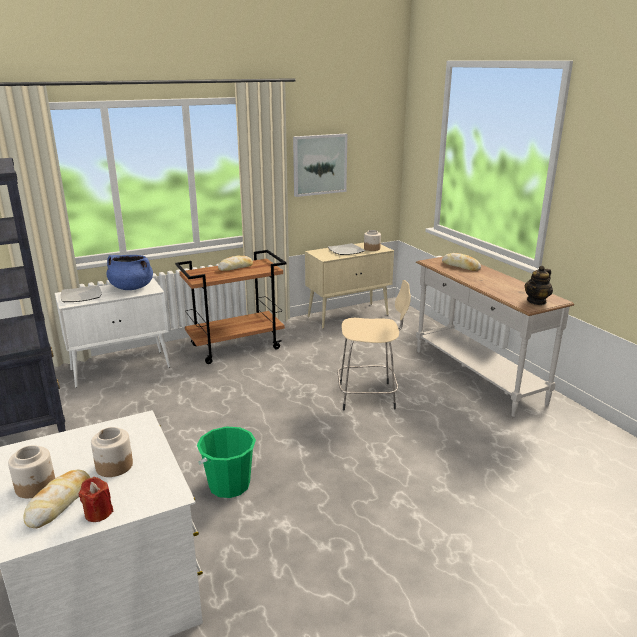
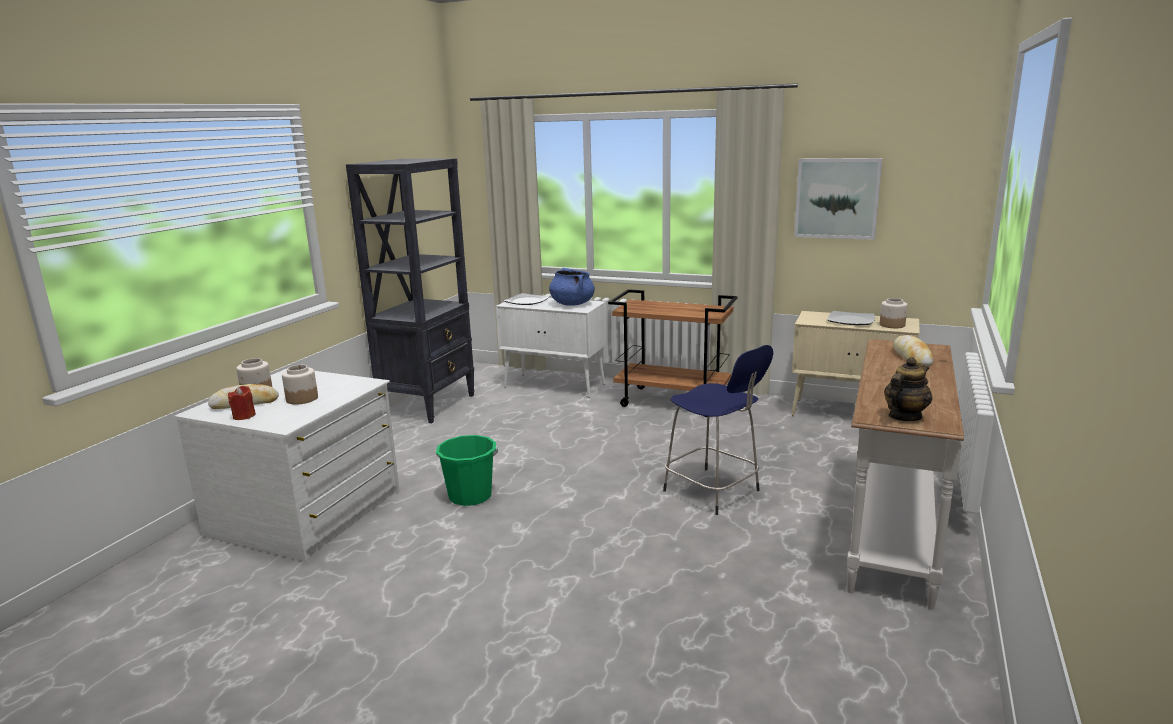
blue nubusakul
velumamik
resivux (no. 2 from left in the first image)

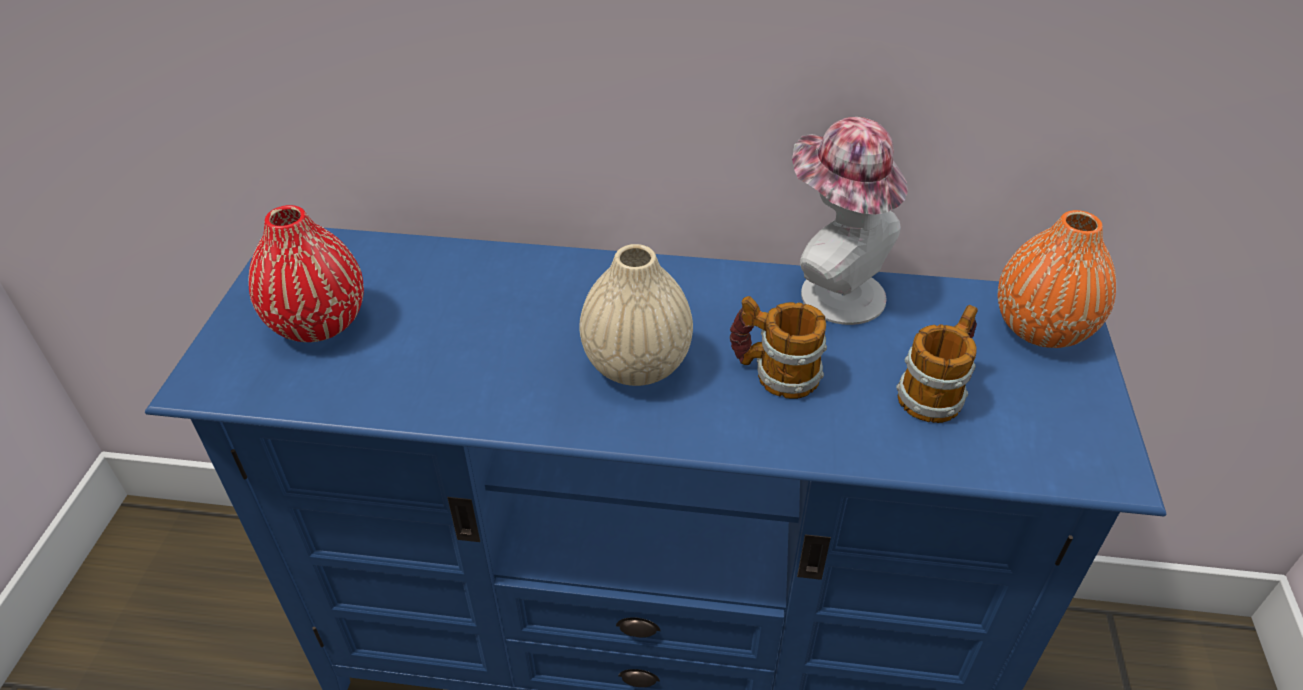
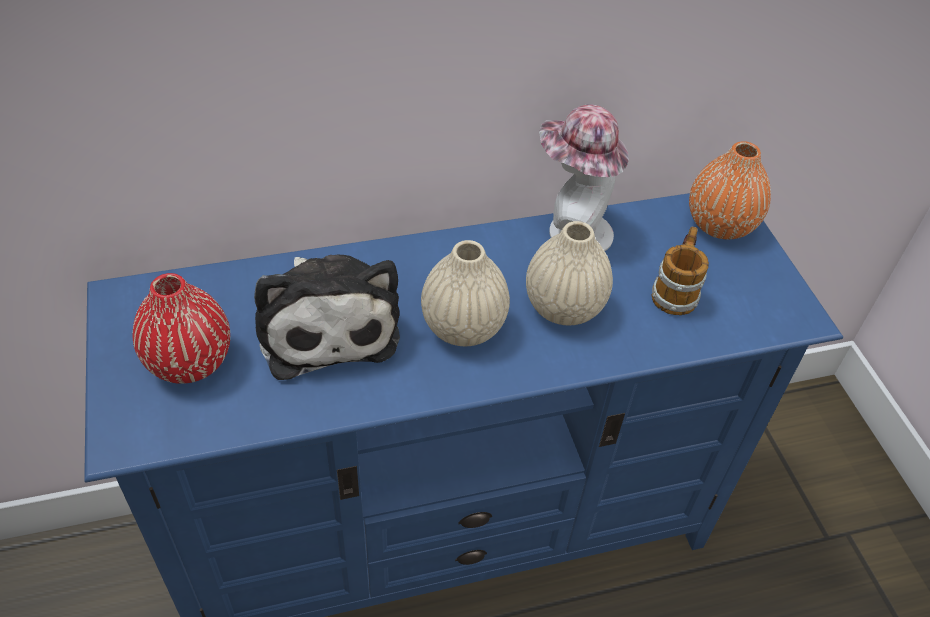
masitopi
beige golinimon (no. 2 from left)

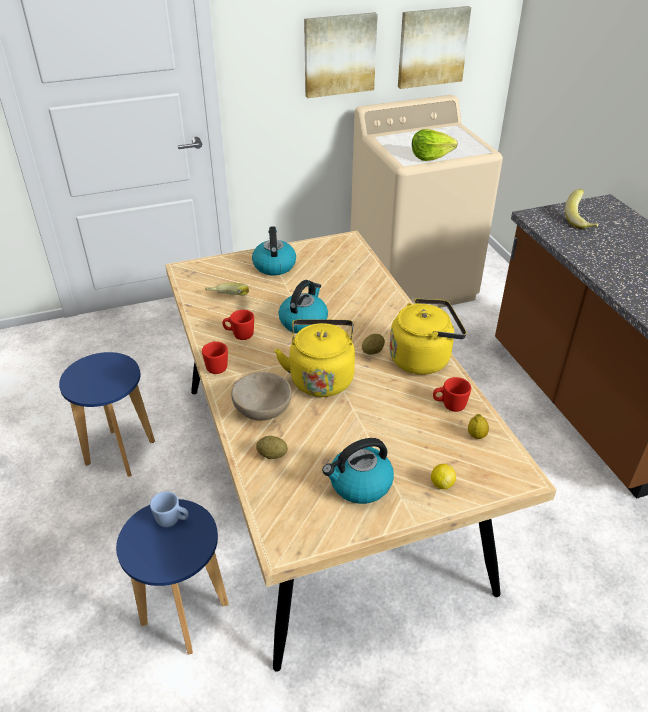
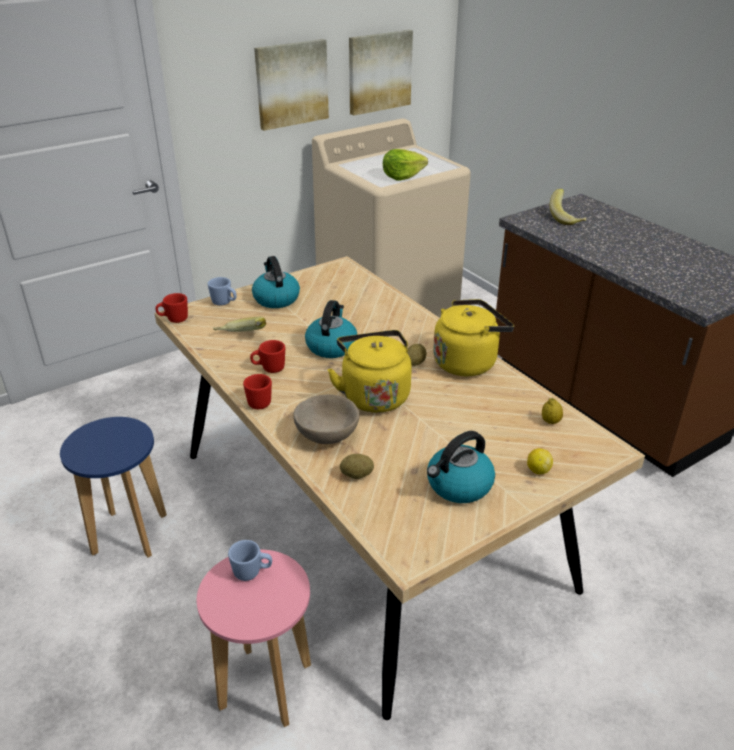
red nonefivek (no. 1 from left)
pink nubusakul
blue nonefivek (no. 1 from left)

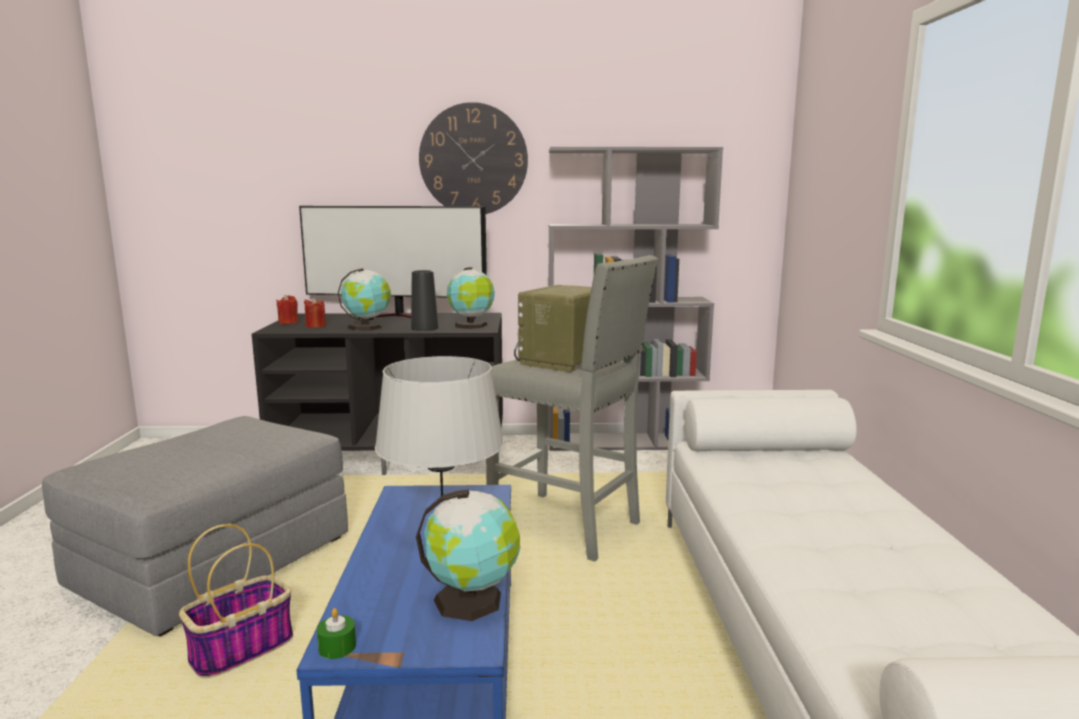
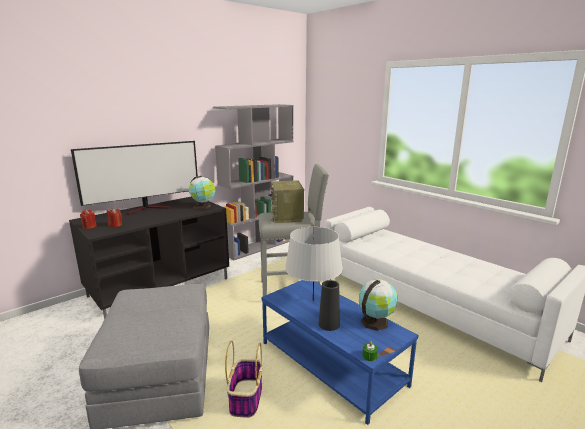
black golinimon
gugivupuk (no. 1 from left in the first image)
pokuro

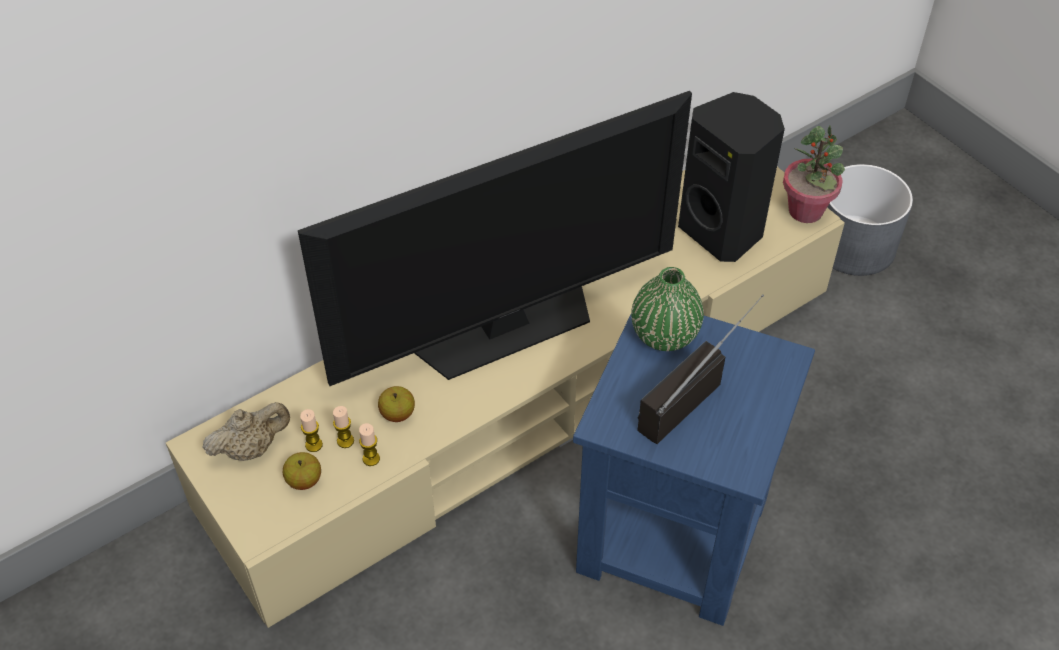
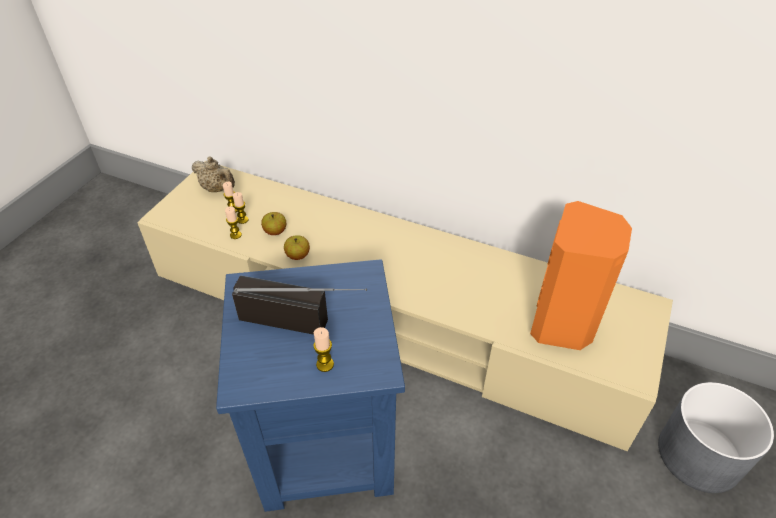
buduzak (no. 2 from left)
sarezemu (no. 4 from left)
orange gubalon
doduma
green golinimon
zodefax

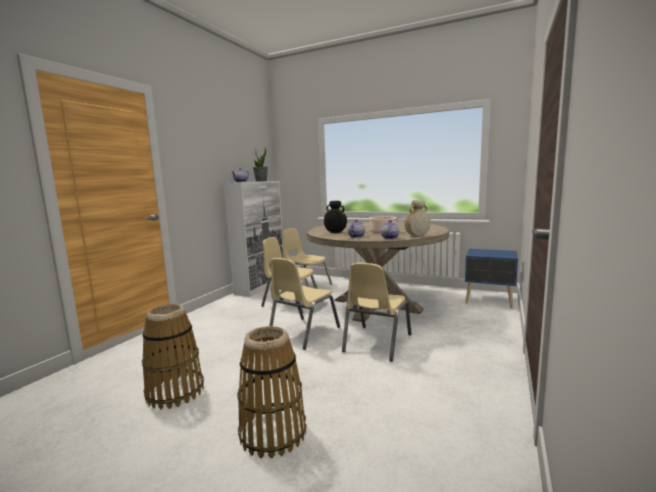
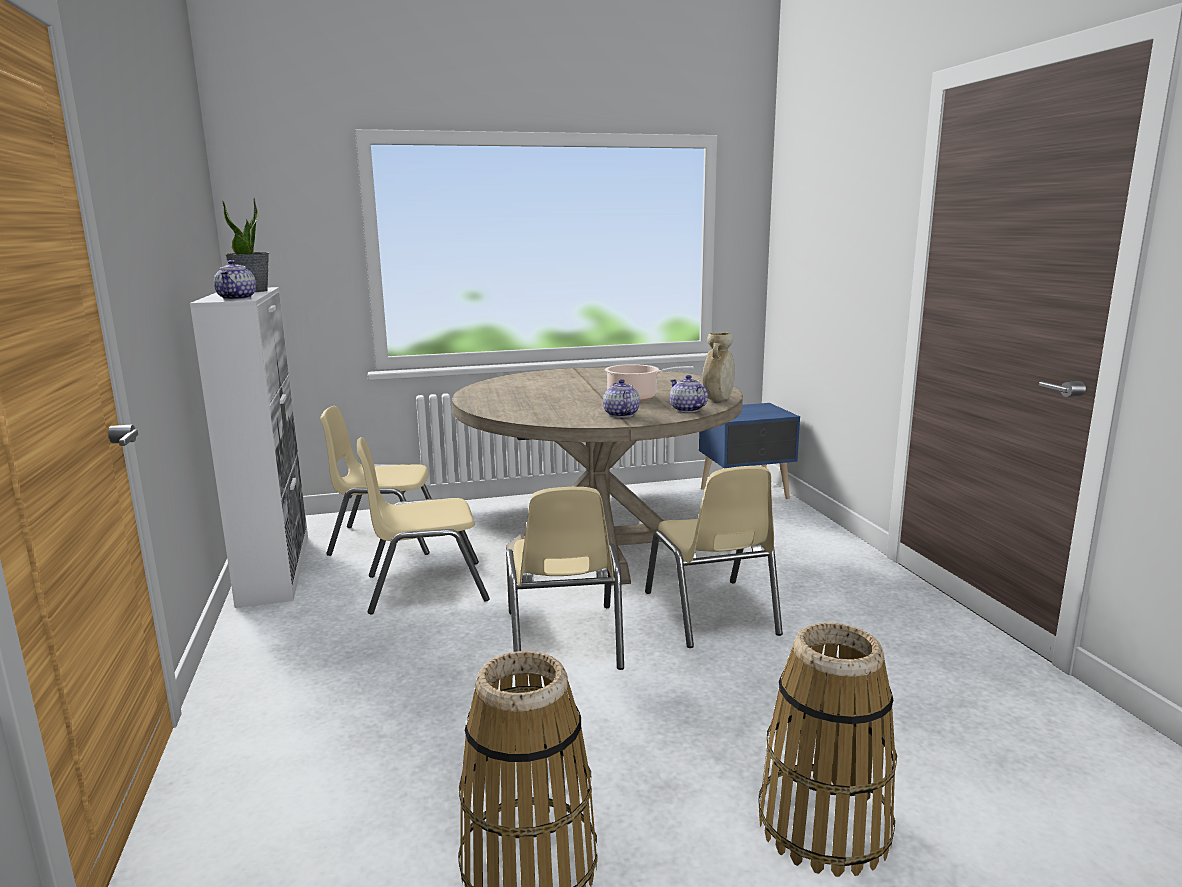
black golinimon

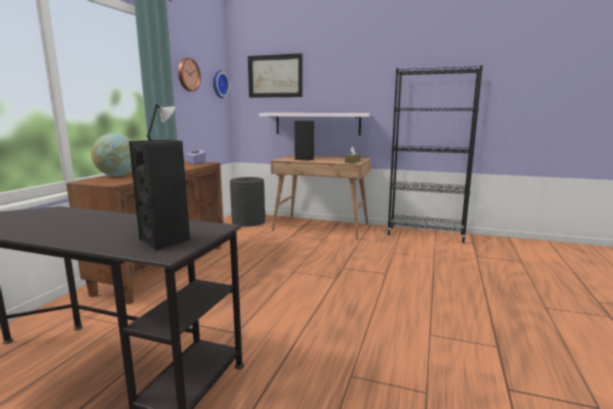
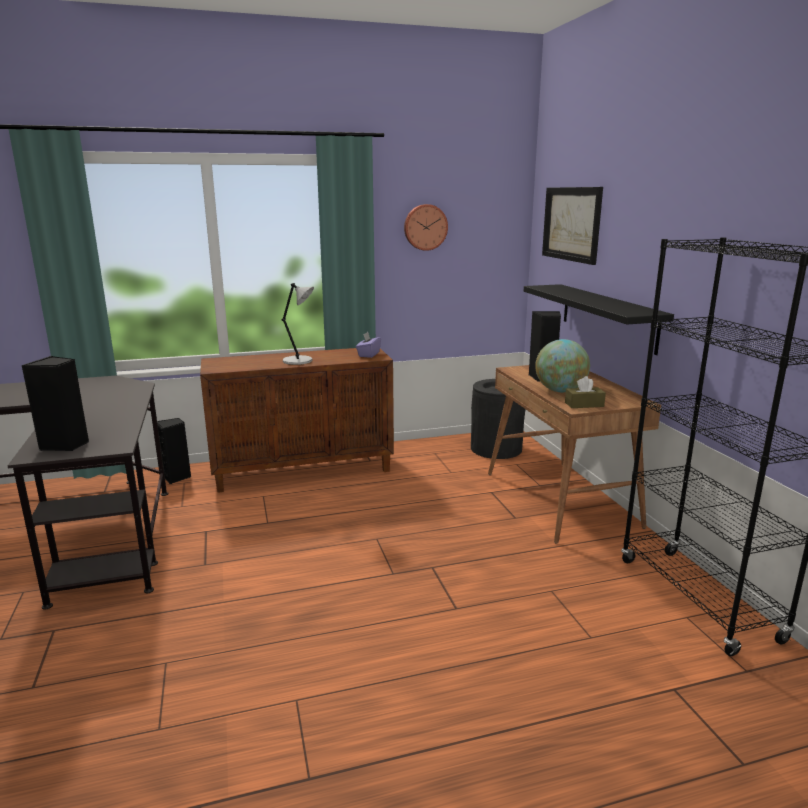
black gubalon (no. 2 from left)
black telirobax
gugivupuk
pokuro (no. 2 from left in the first image)

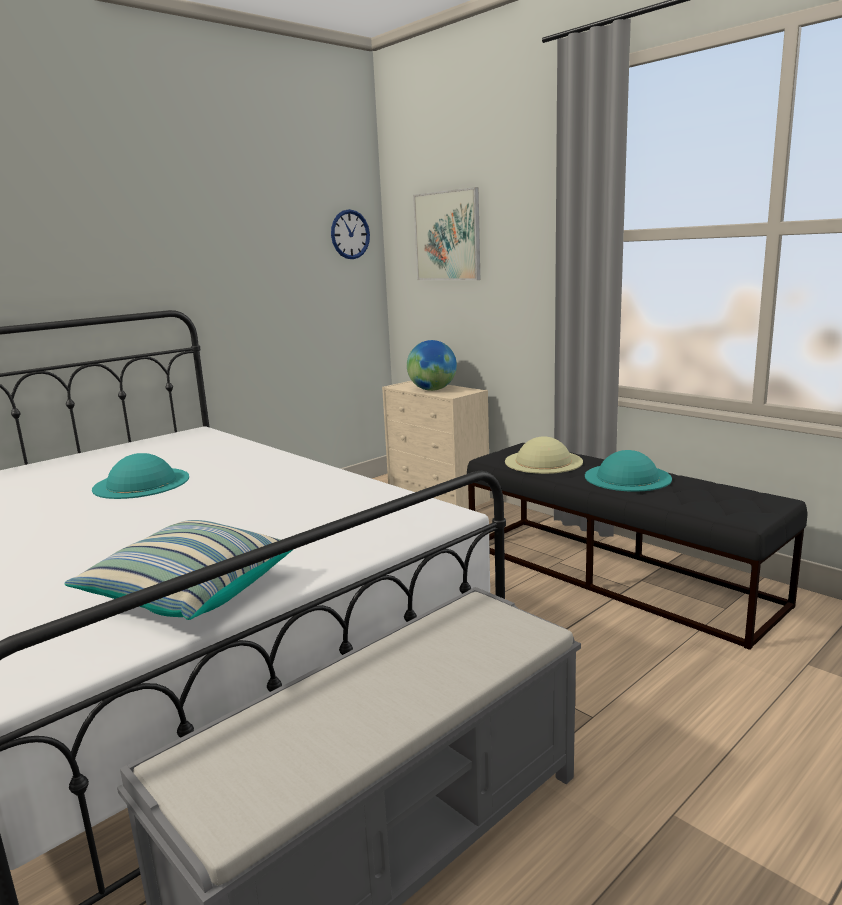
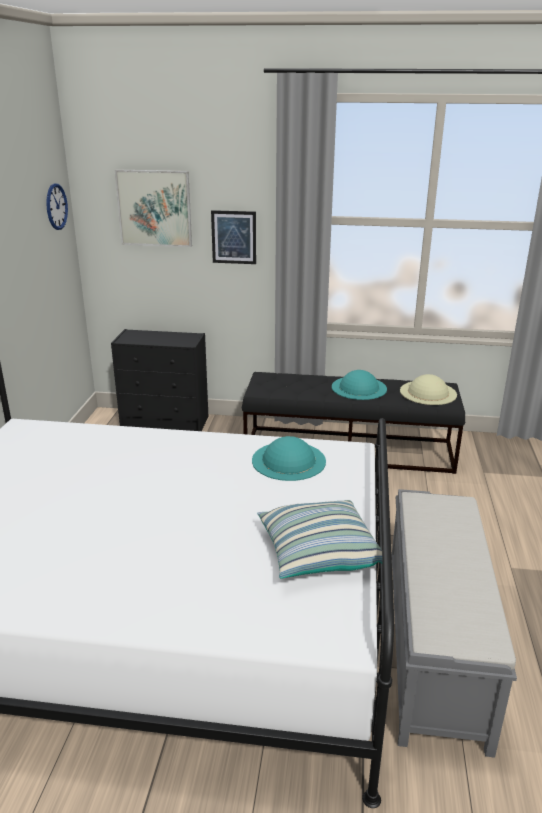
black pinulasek
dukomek (no. 2 from left)
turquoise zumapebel (no. 1 from left)
beige zumapebel
gugivupuk

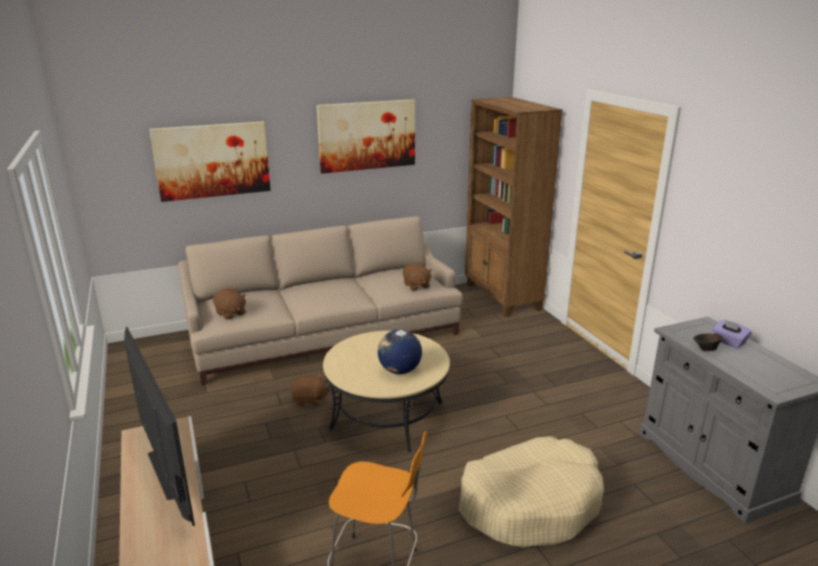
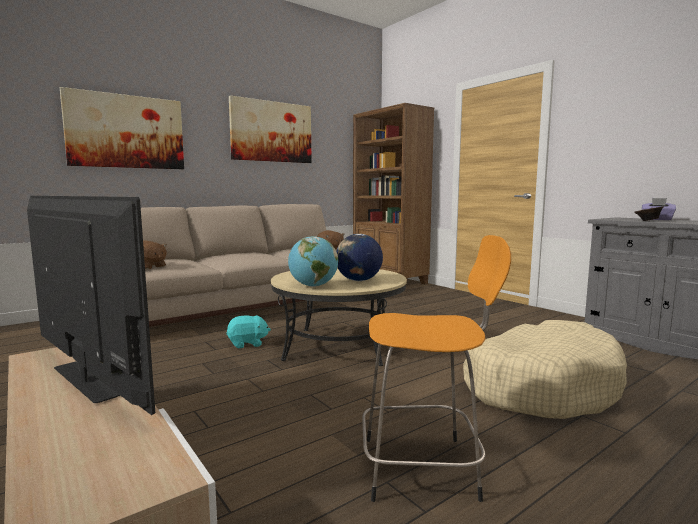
turquoise masitopi
gugivupuk (no. 1 from left)

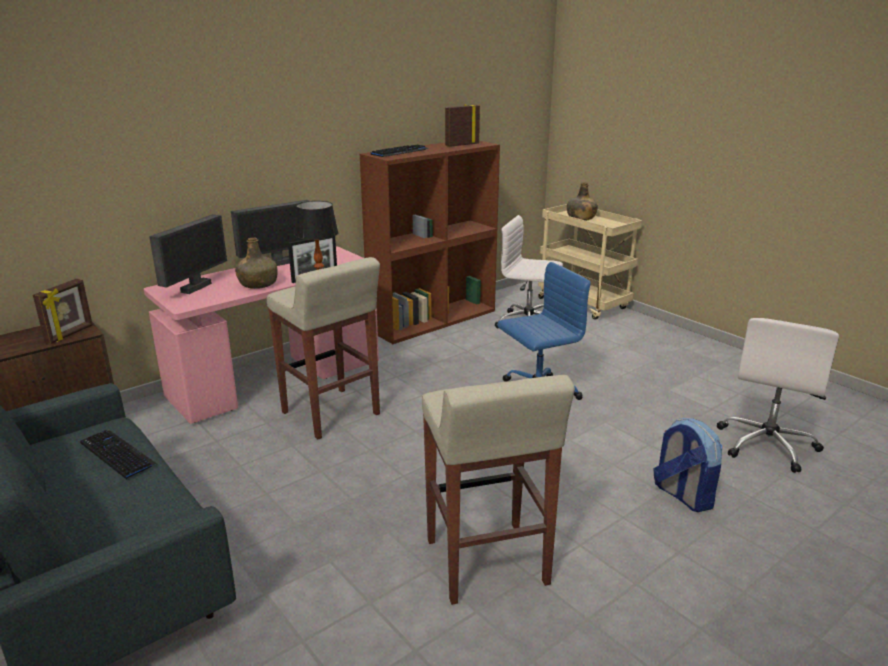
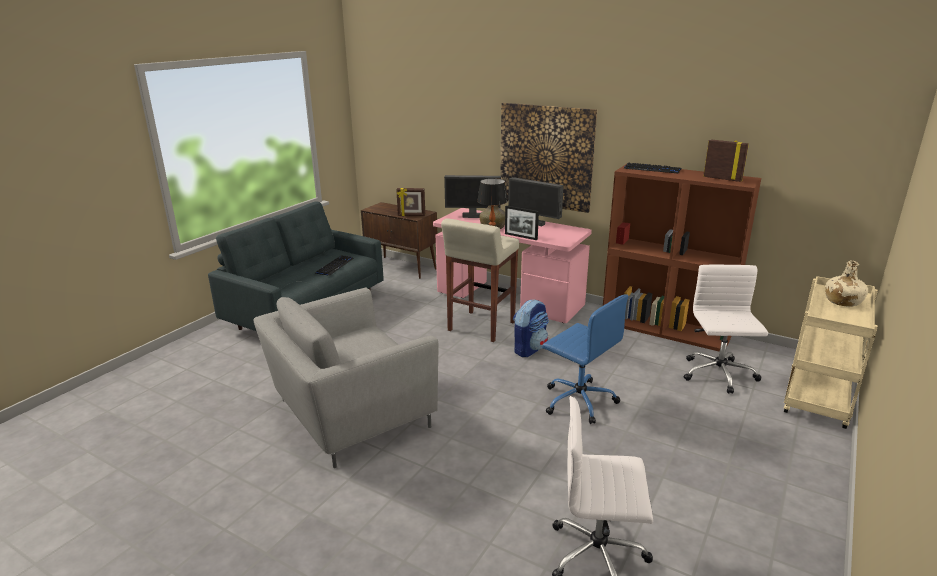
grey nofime
dukomek
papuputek
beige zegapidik

